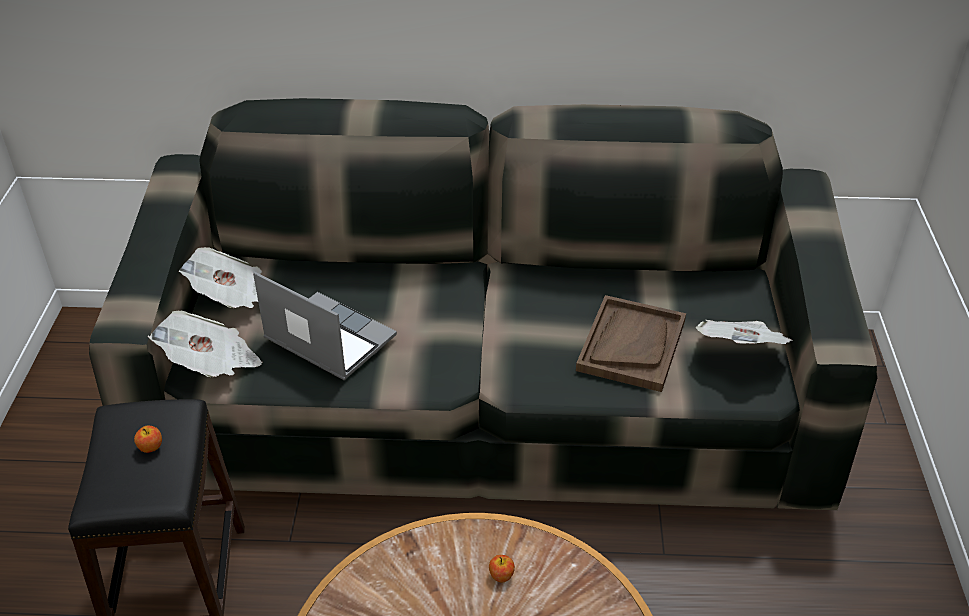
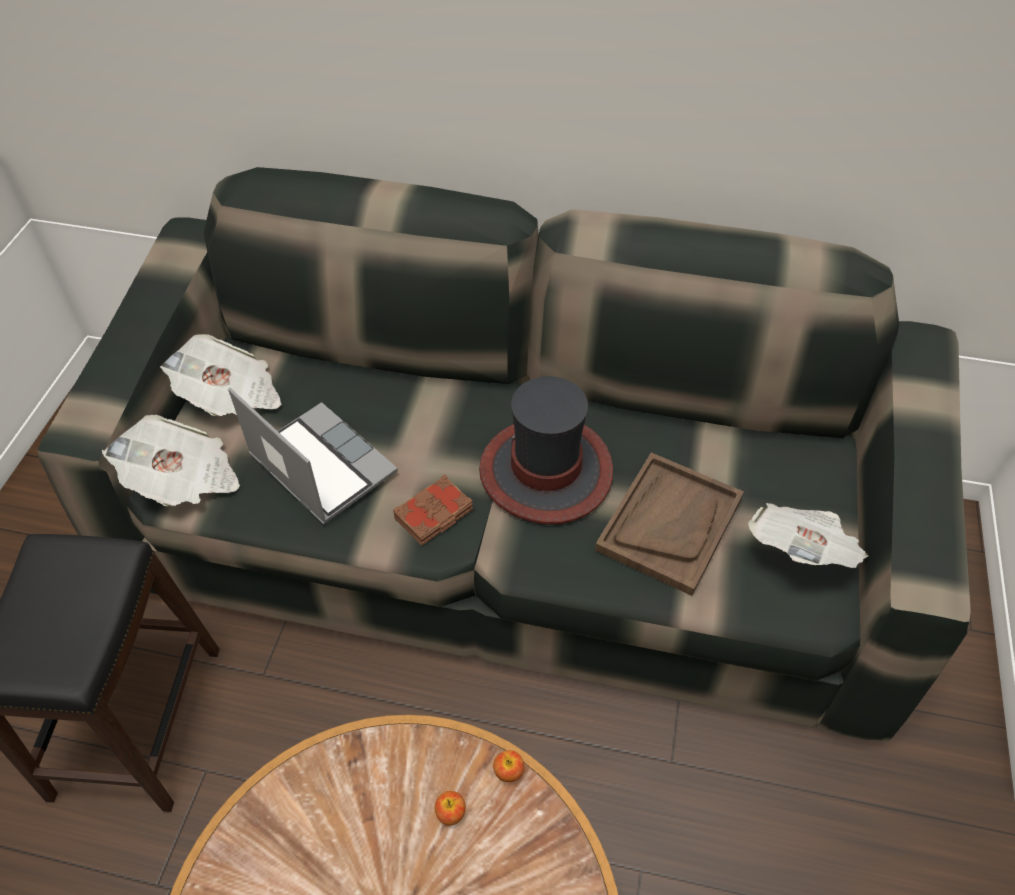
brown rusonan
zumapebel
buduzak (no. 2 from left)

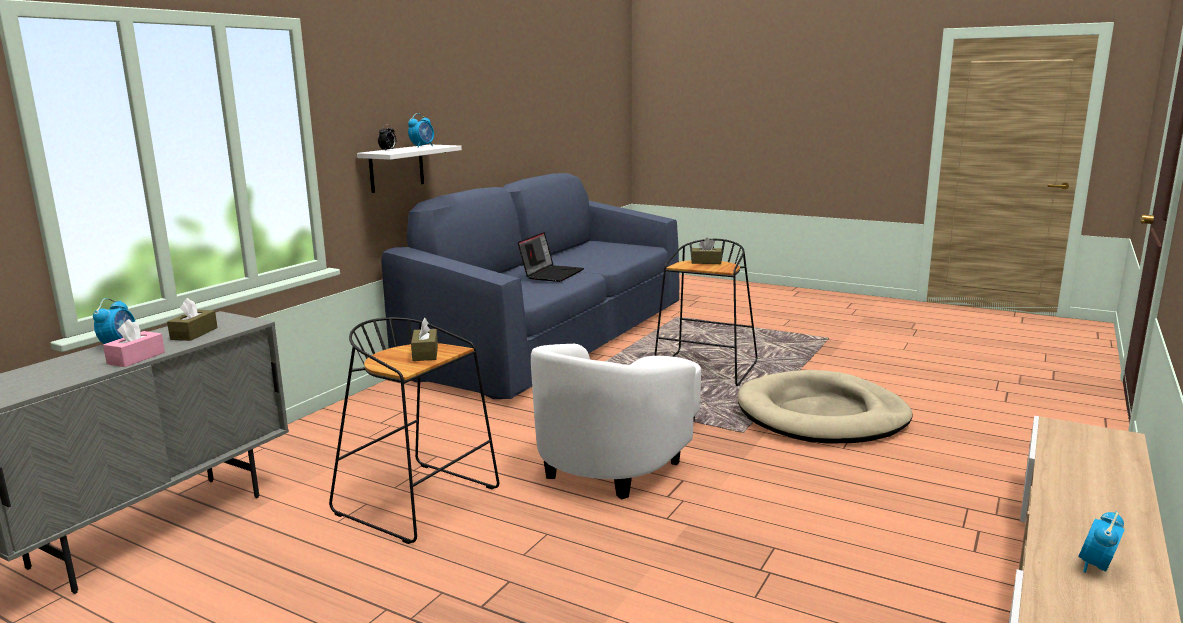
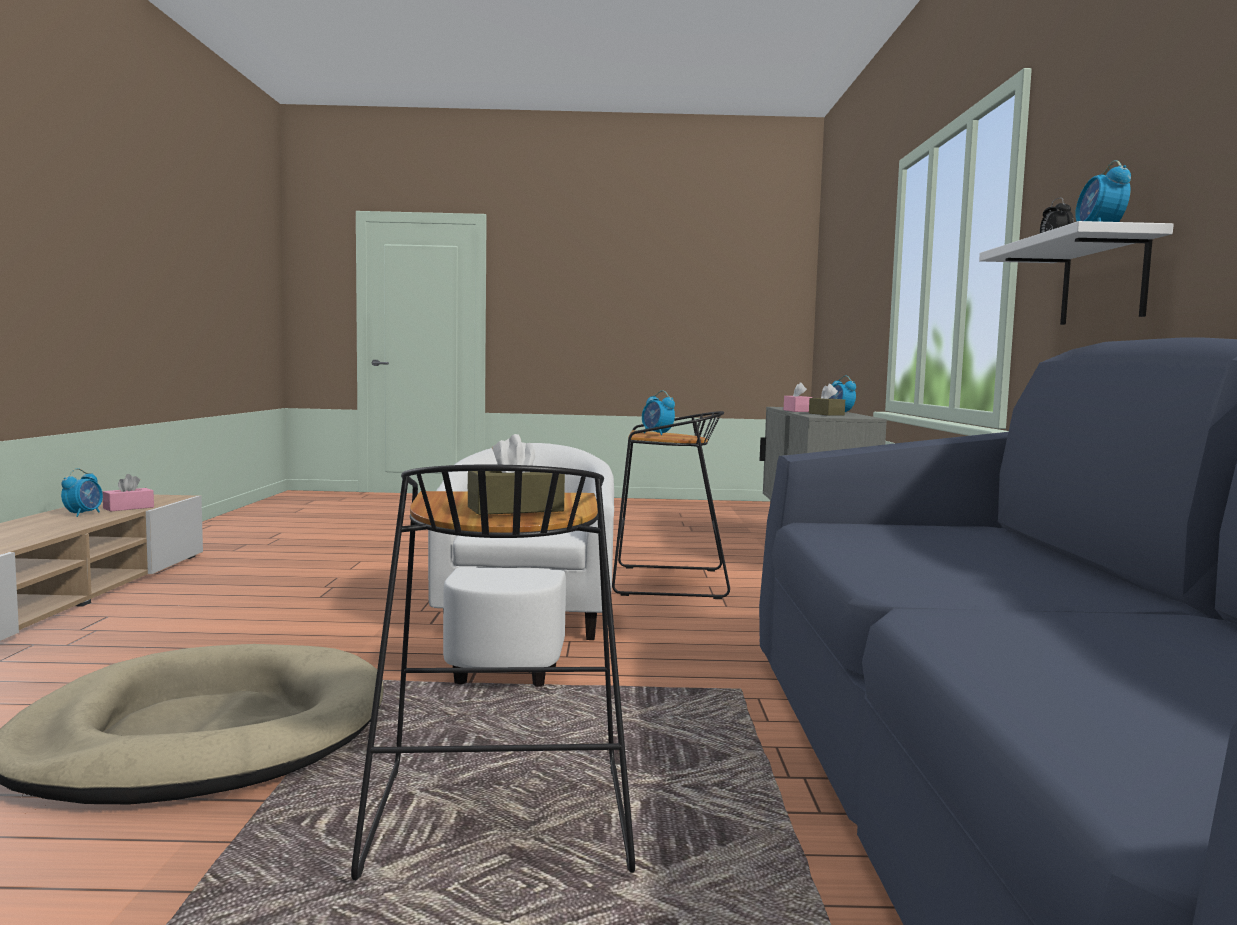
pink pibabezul (no. 1 from left)
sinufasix (no. 2 from left)
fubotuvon

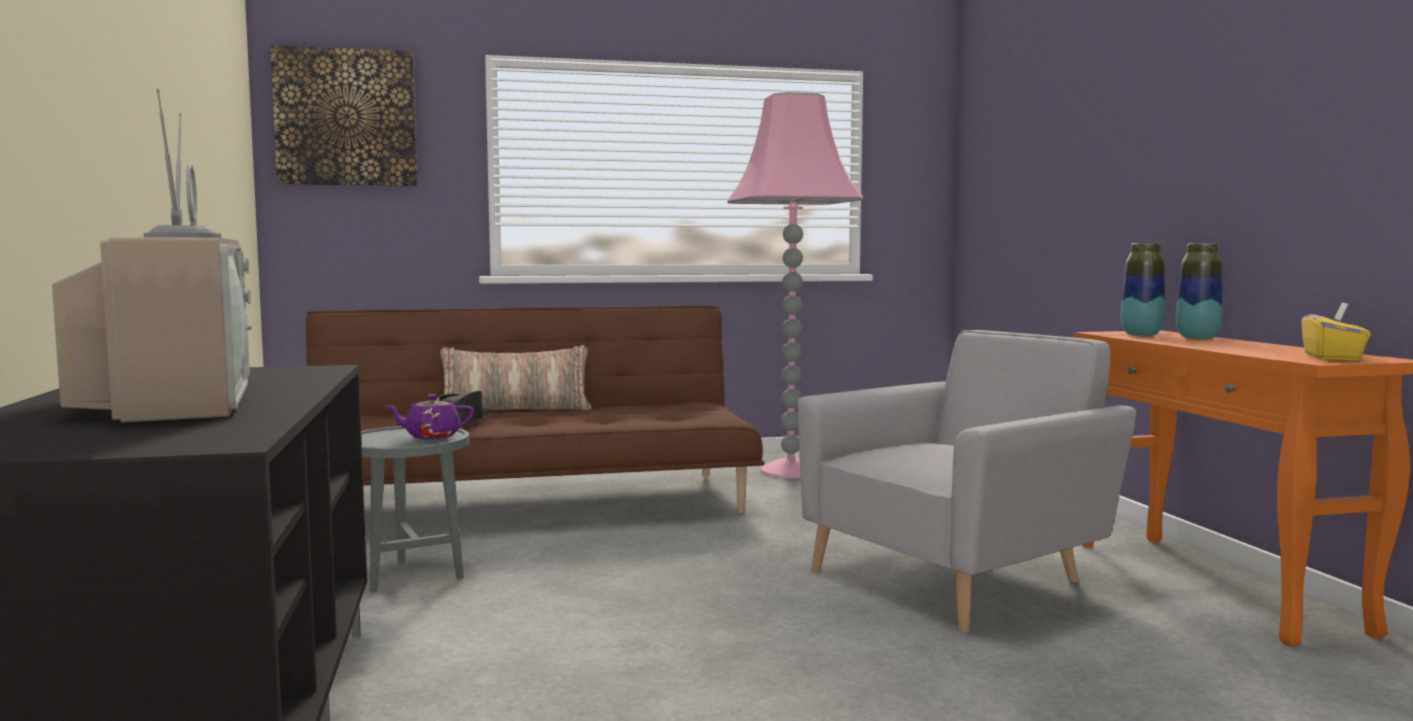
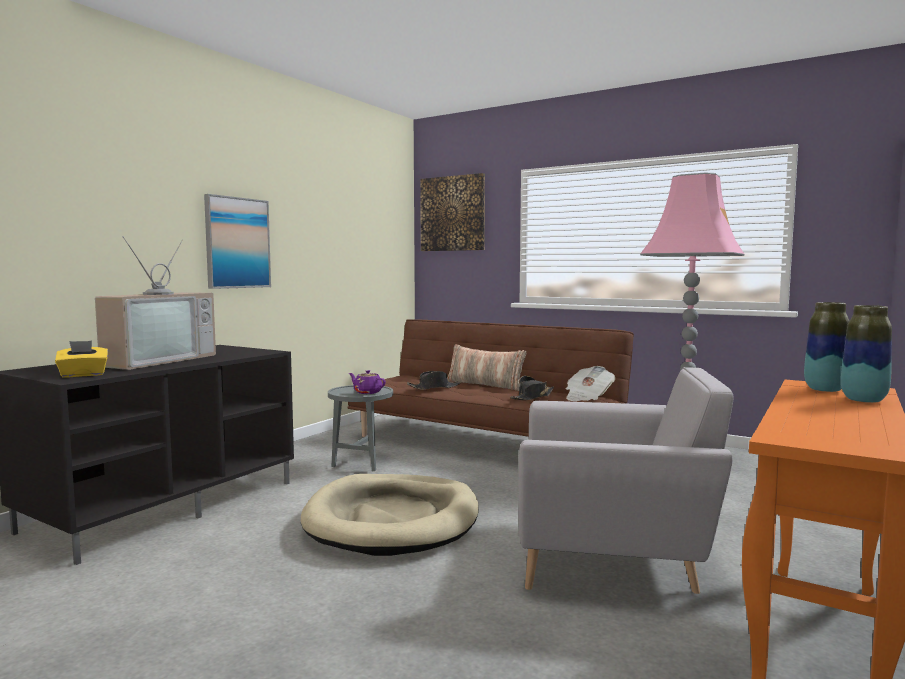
yellow pibabezul
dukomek (no. 1 from left)
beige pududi
black zumapebel (no. 2 from left)
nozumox

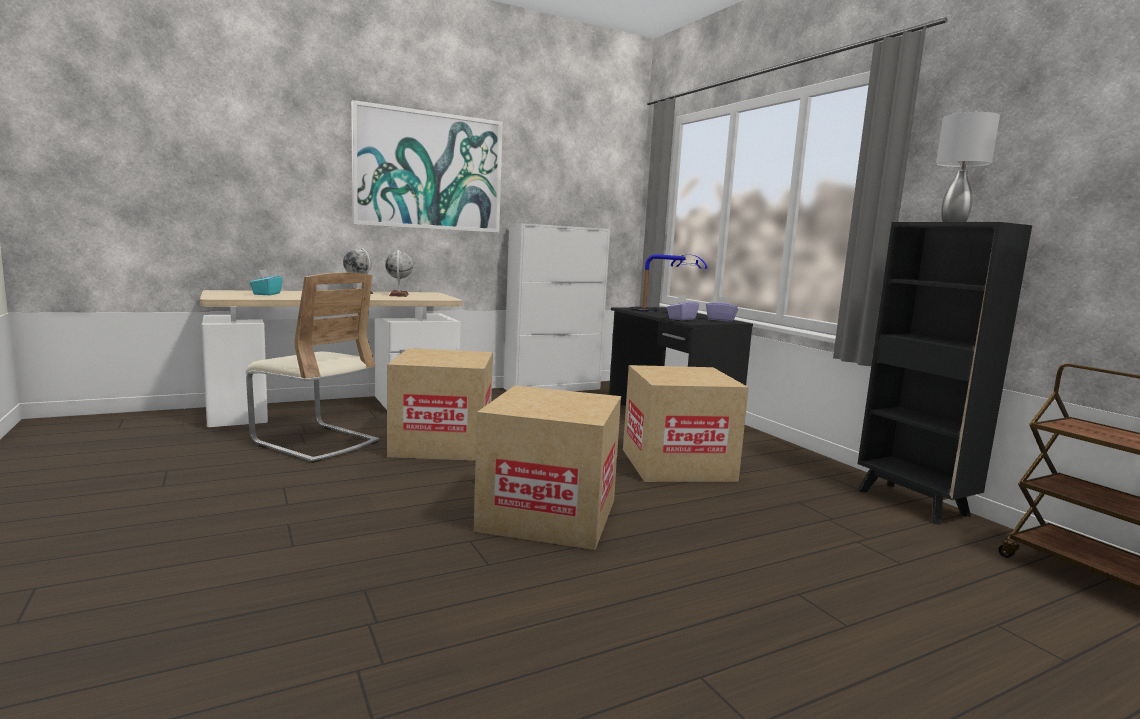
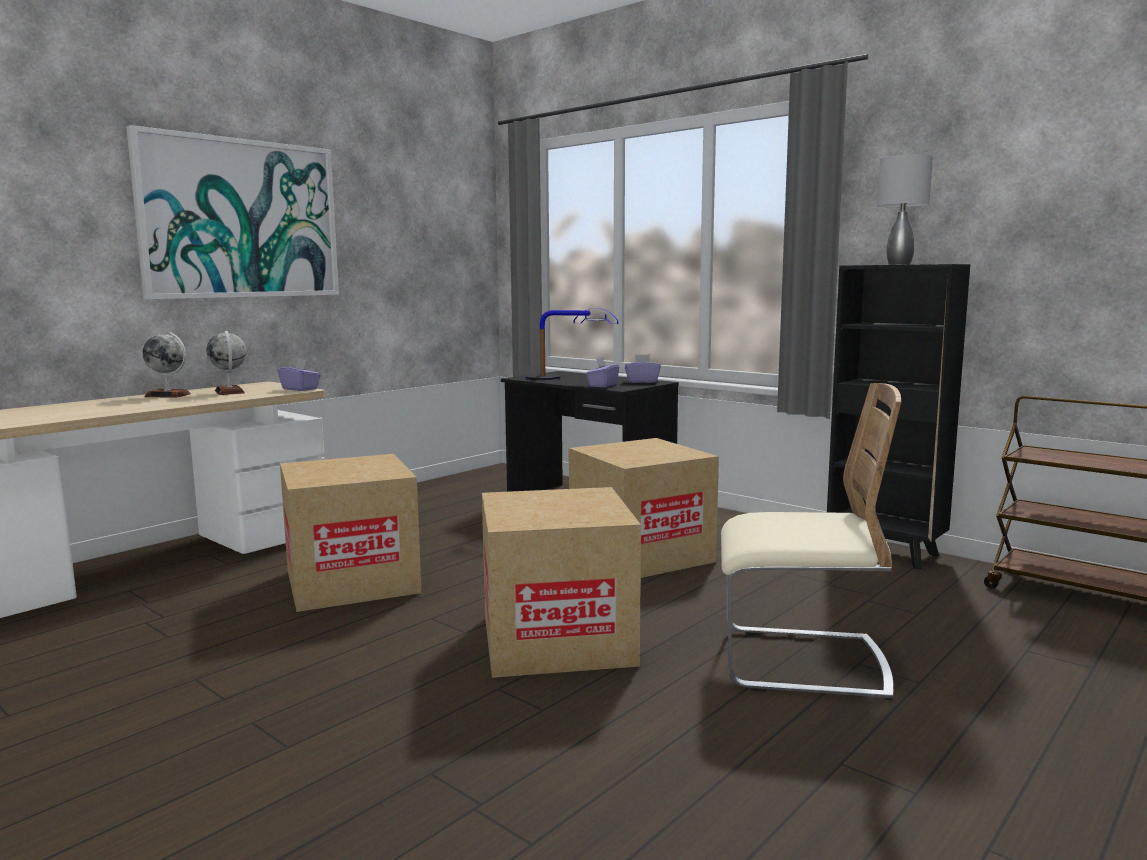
purple pibabezul (no. 1 from left)
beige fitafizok
turquoise pibabezul
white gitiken

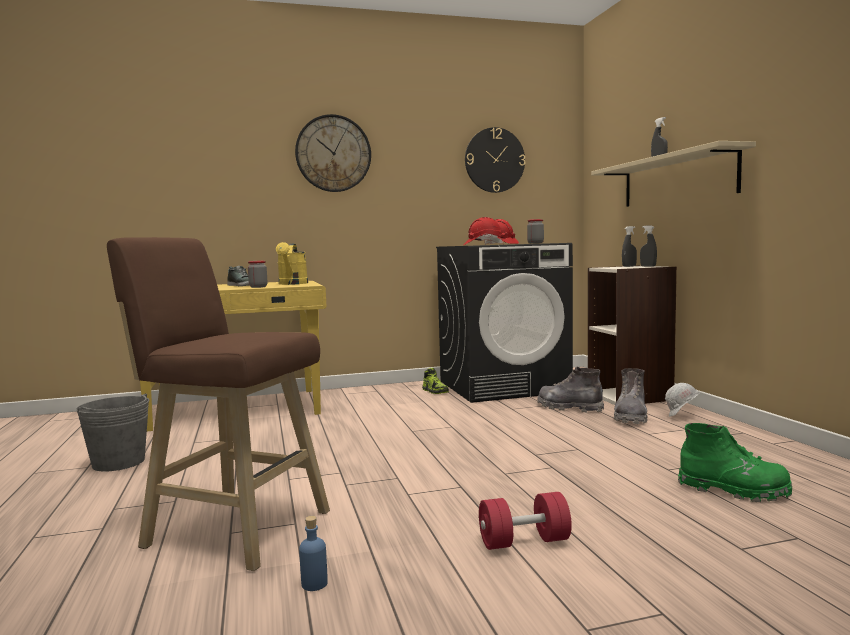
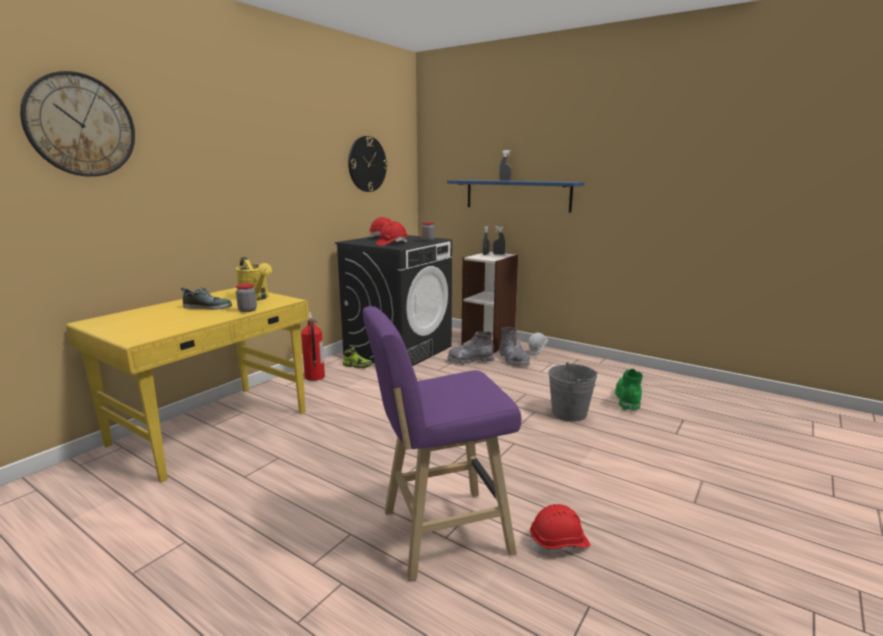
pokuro (no. 1 from left)
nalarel
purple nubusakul
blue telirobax
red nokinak (no. 3 from left)
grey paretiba
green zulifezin
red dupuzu

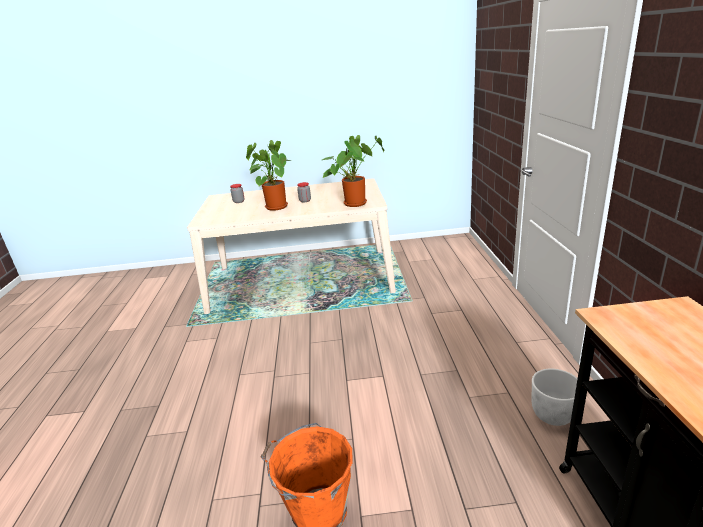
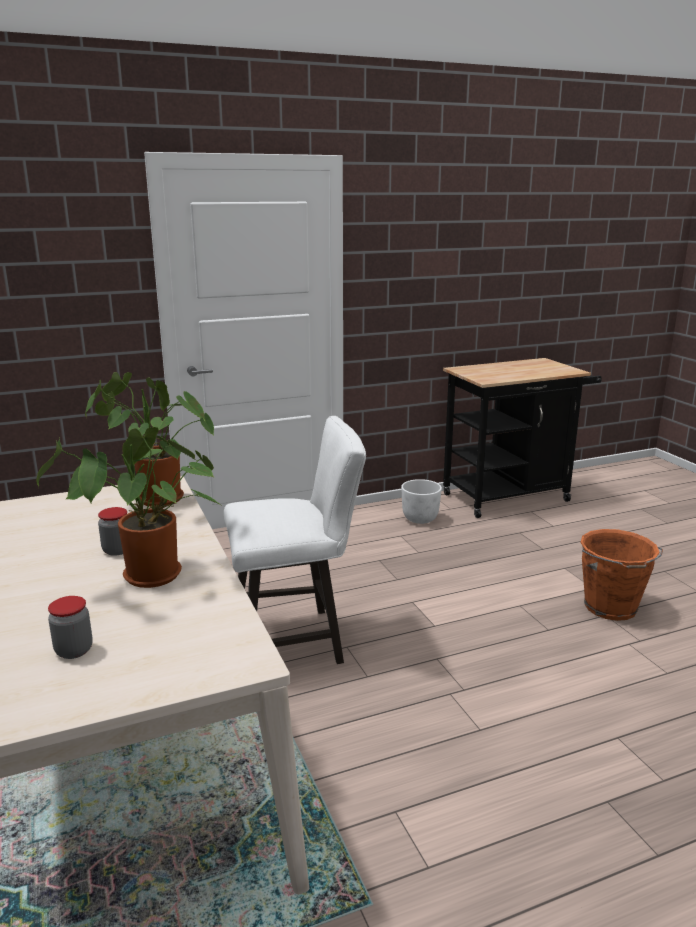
white nubusakul

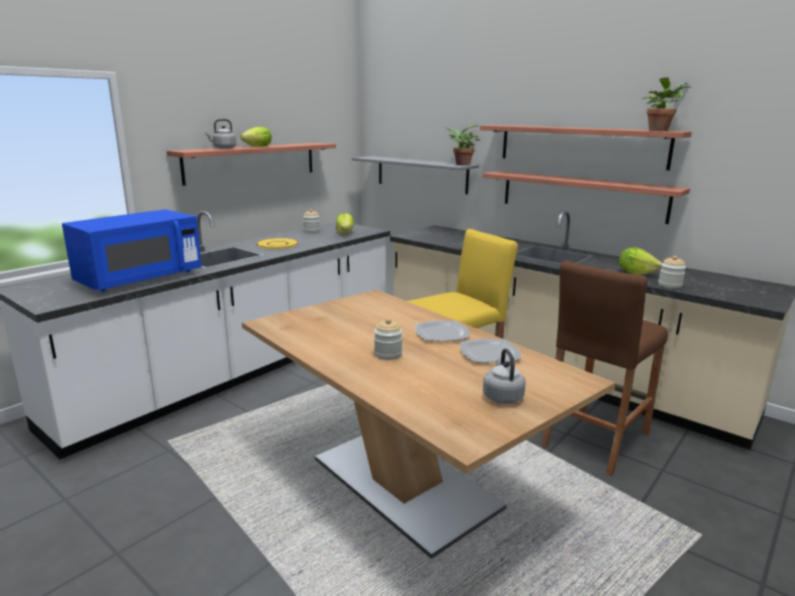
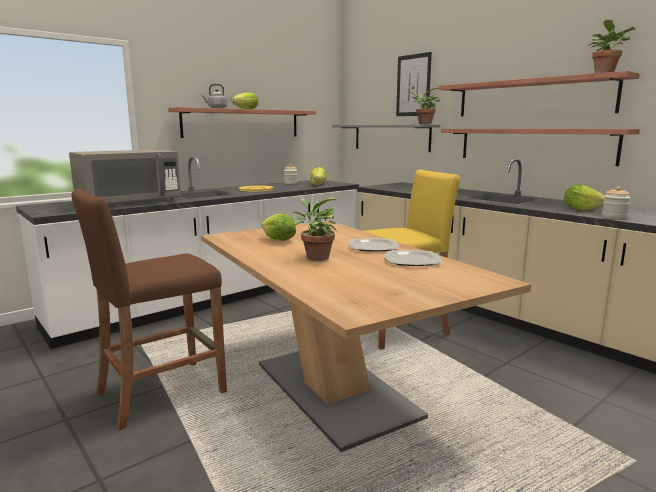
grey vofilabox
brown nubusakul
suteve (no. 2 from left)
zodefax (no. 1 from left)
dukomek
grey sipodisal (no. 2 from left in the first image)

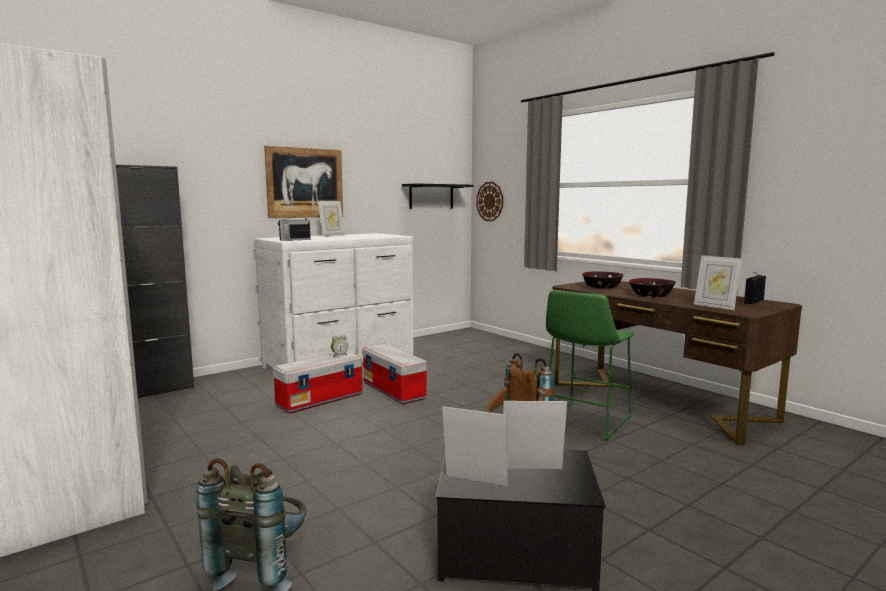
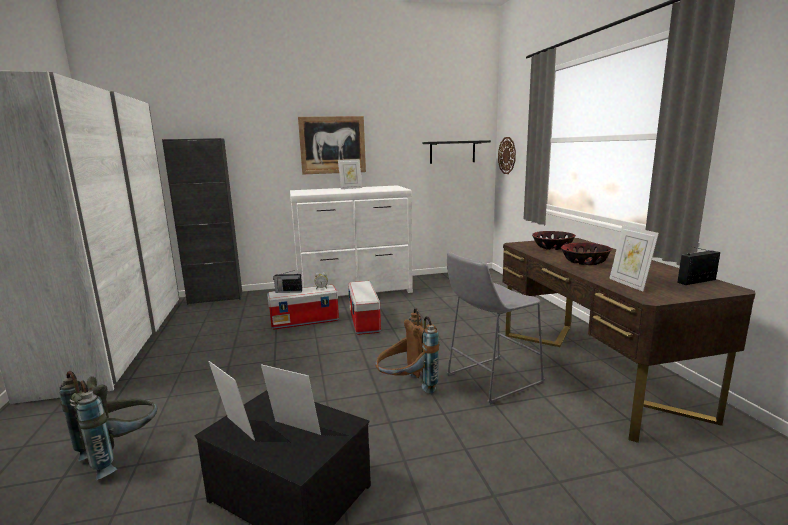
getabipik (no. 1 from left)
grey nubusakul

